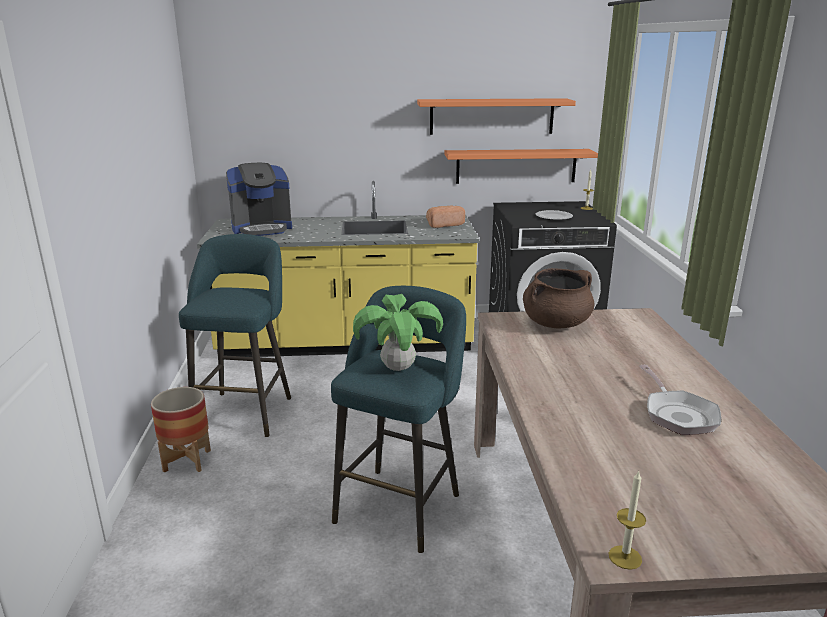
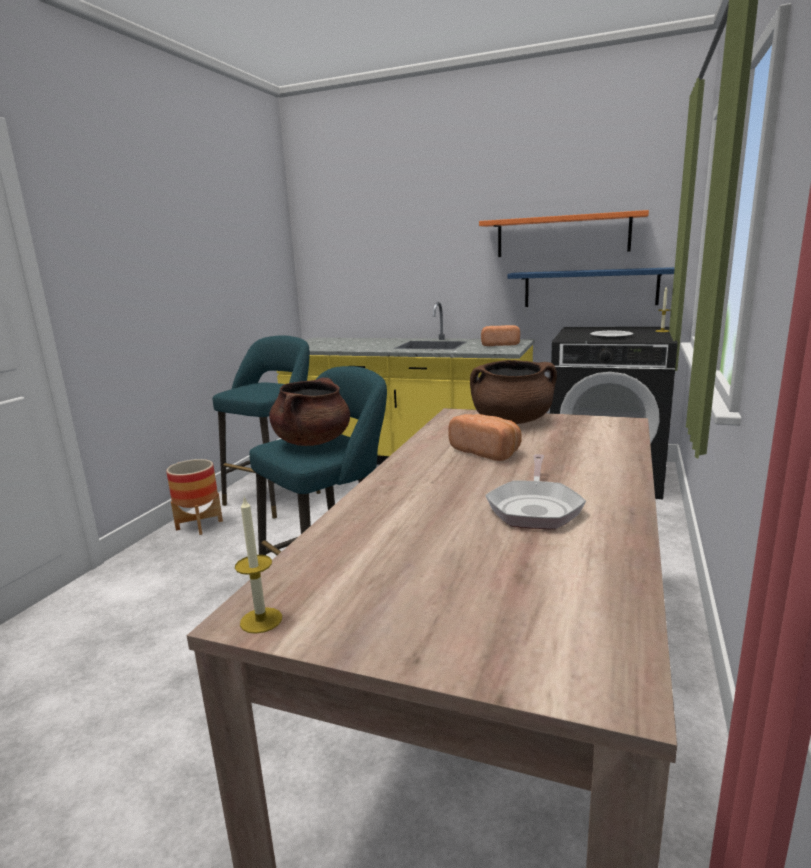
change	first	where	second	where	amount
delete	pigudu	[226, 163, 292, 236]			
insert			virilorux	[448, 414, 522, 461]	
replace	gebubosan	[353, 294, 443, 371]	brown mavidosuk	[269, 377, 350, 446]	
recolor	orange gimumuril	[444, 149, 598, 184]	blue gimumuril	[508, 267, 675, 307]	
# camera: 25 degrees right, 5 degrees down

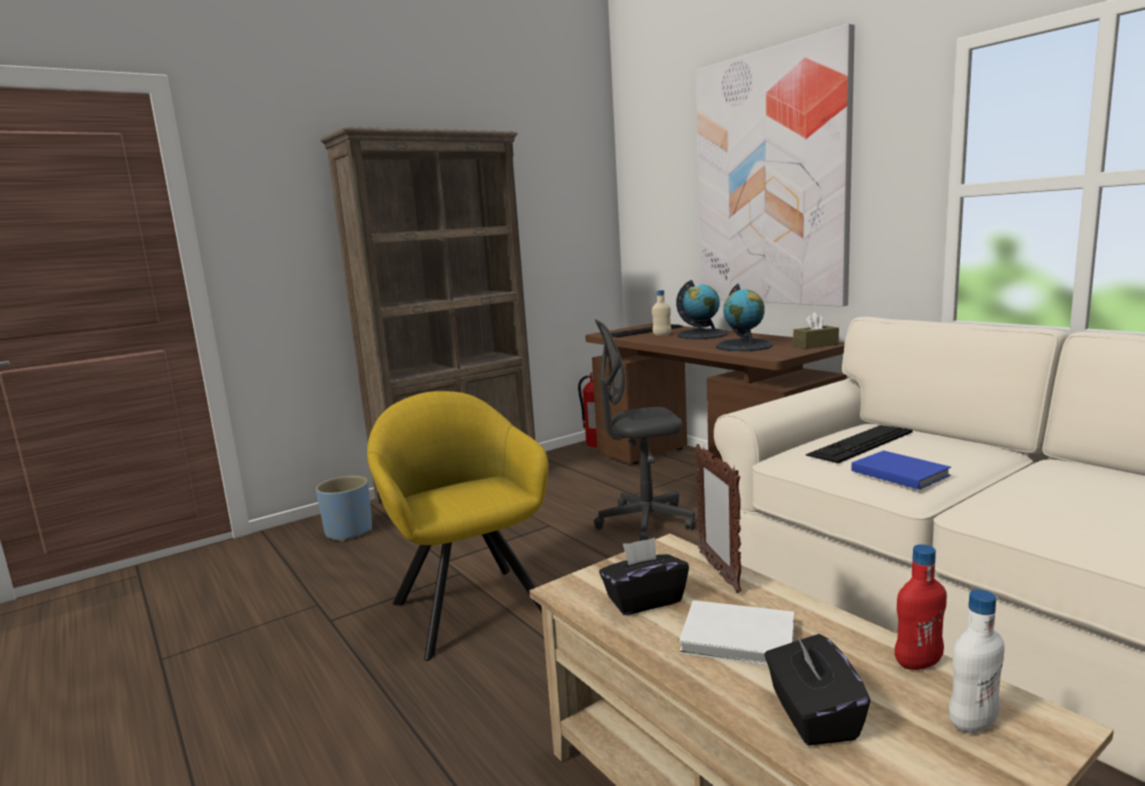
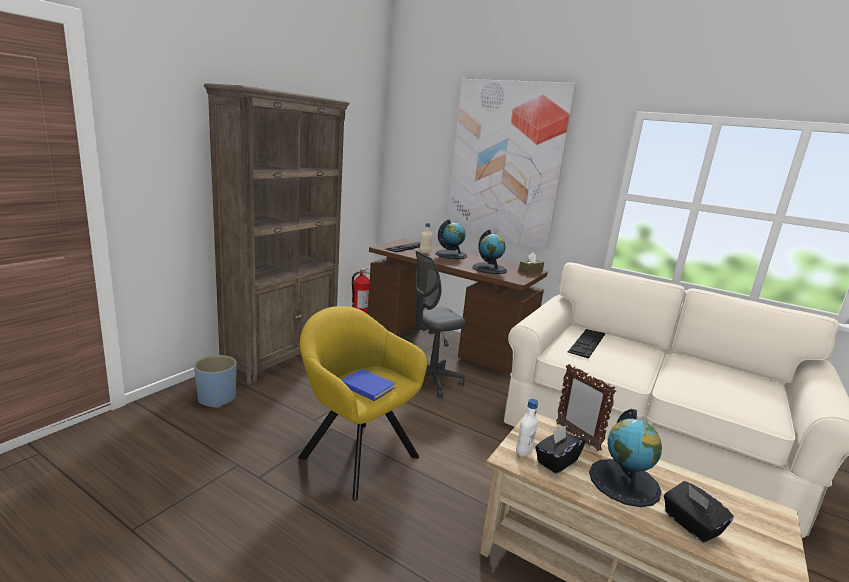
change	first	where	second	where	amount
delete	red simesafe	[895, 544, 947, 670]			
move	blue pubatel	[851, 450, 951, 490]		[341, 369, 396, 401]	
move	white simesafe	[949, 589, 1004, 733]		[516, 399, 538, 457]	
replace	white pubatel	[679, 600, 794, 666]	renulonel	[589, 409, 662, 507]	
# camera: 25 degrees left, 5 degrees up

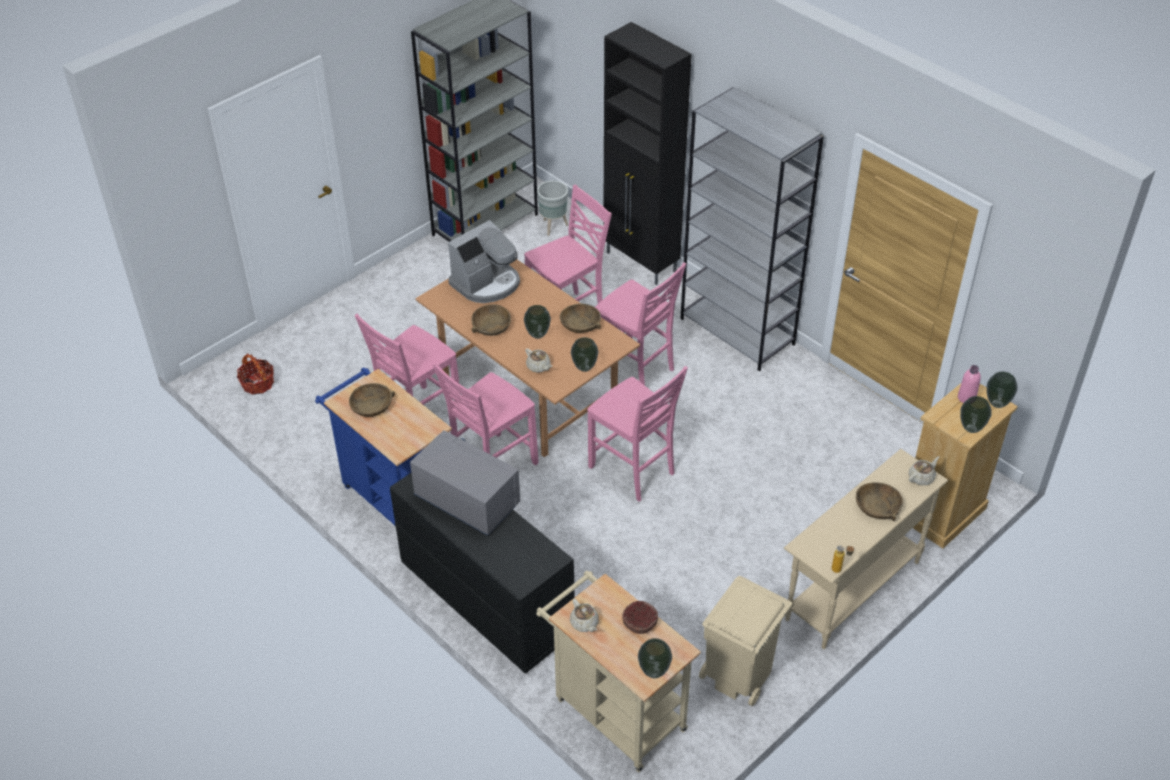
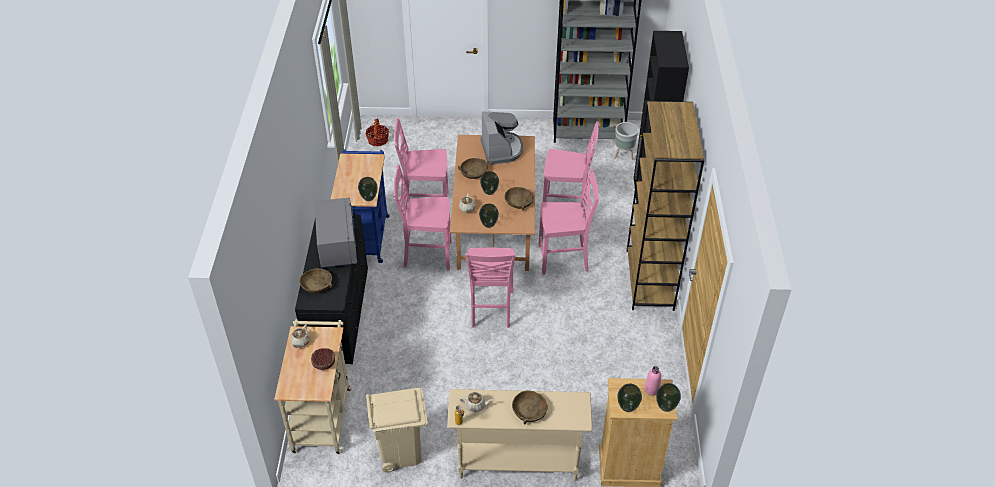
change	first	where	second	where	amount
move	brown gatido	[349, 383, 395, 417]		[299, 268, 333, 293]	
move	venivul	[638, 638, 672, 678]		[358, 177, 378, 201]	
move	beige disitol	[909, 456, 939, 485]		[460, 392, 493, 412]	
recolor	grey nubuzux	[680, 87, 824, 371]	brown nubuzux	[627, 101, 704, 311]	
rotate	pigudu	[448, 220, 520, 303]		[480, 111, 523, 165]	105 degrees counterclockwise
rotate	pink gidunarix	[595, 262, 686, 385]		[538, 168, 599, 275]	90 degrees counterclockwise
# camera: 45 degrees right, 0 degrees up

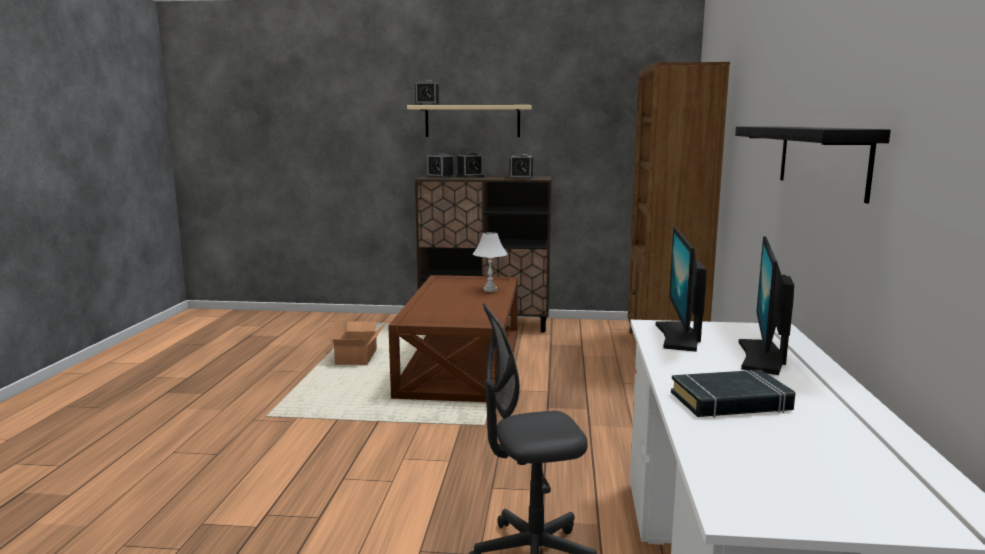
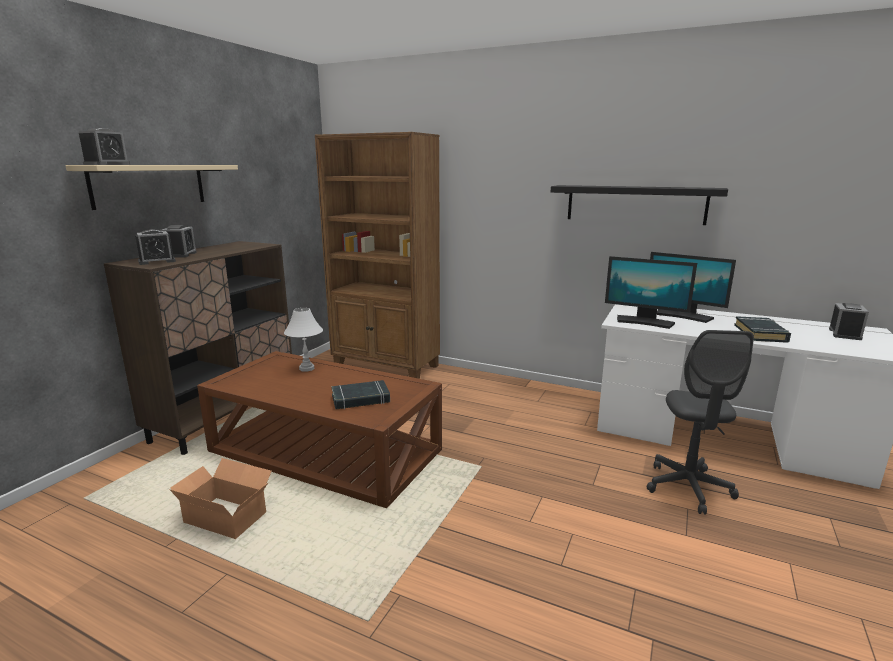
change	first	where	second	where	amount
insert			black pubatel	[331, 380, 390, 409]	
move	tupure	[508, 153, 534, 179]		[829, 303, 869, 340]	
# camera: 70 degrees left, 5 degrees up

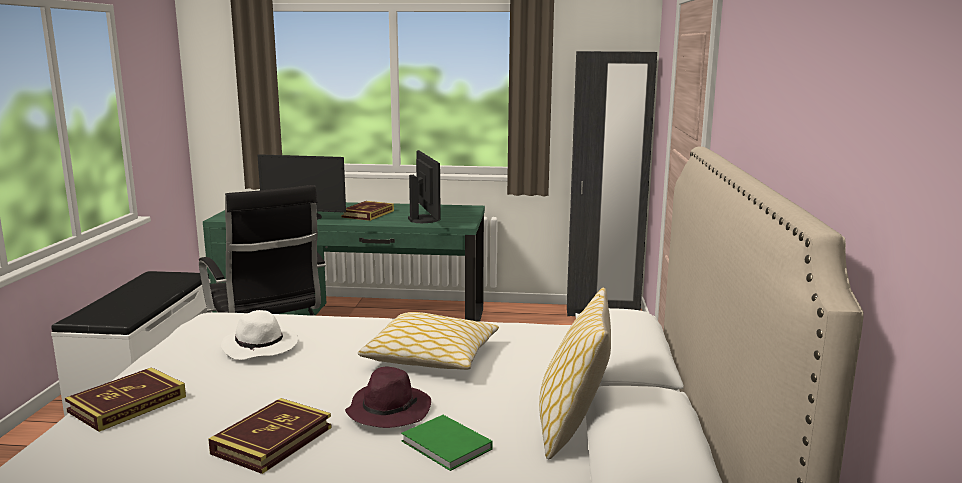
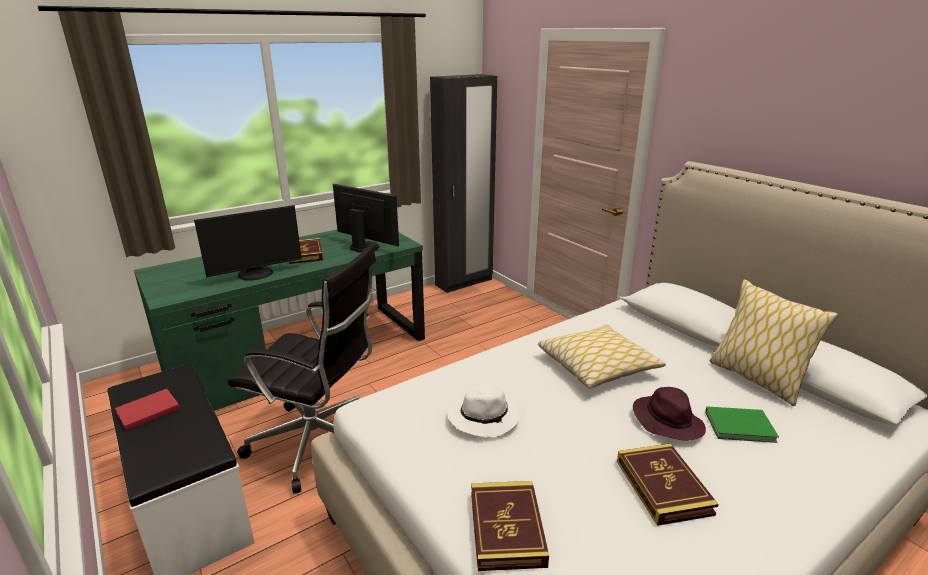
change	first	where	second	where	amount
insert			red pubatel	[115, 389, 180, 431]	
# camera: 40 degrees left, 10 degrees up

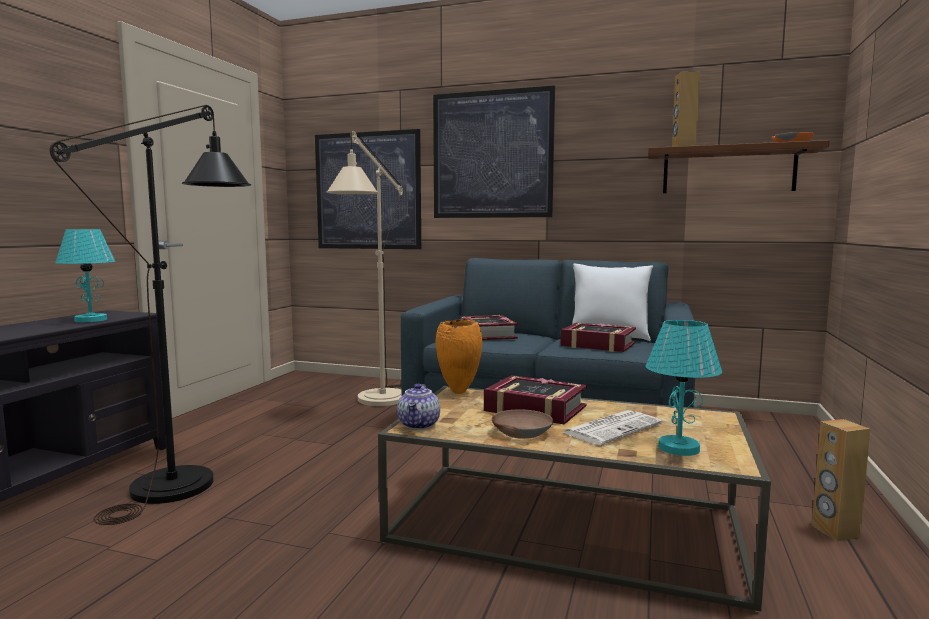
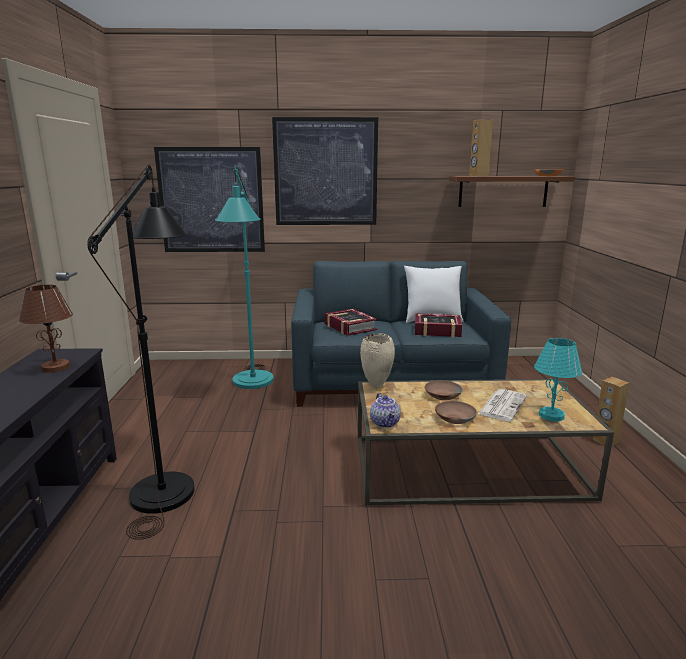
change	first	where	second	where	amount
replace	pubatel	[484, 375, 587, 425]	brown gatido	[425, 380, 463, 400]	
recolor	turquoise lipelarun	[55, 229, 115, 322]	brown lipelarun	[19, 284, 73, 373]	
recolor	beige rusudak	[326, 130, 403, 406]	turquoise rusudak	[215, 165, 274, 389]	
recolor	orange venivul	[436, 320, 483, 394]	beige venivul	[360, 334, 395, 388]	
# camera: 20 degrees left, 10 degrees up

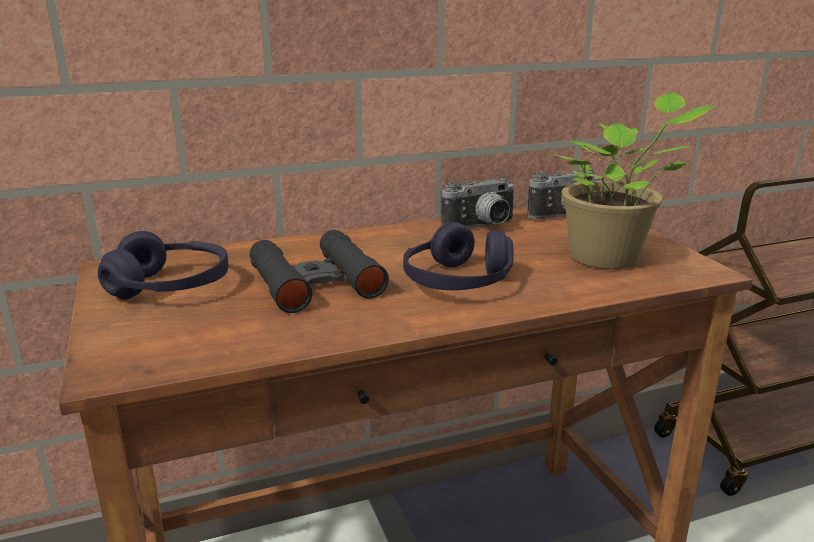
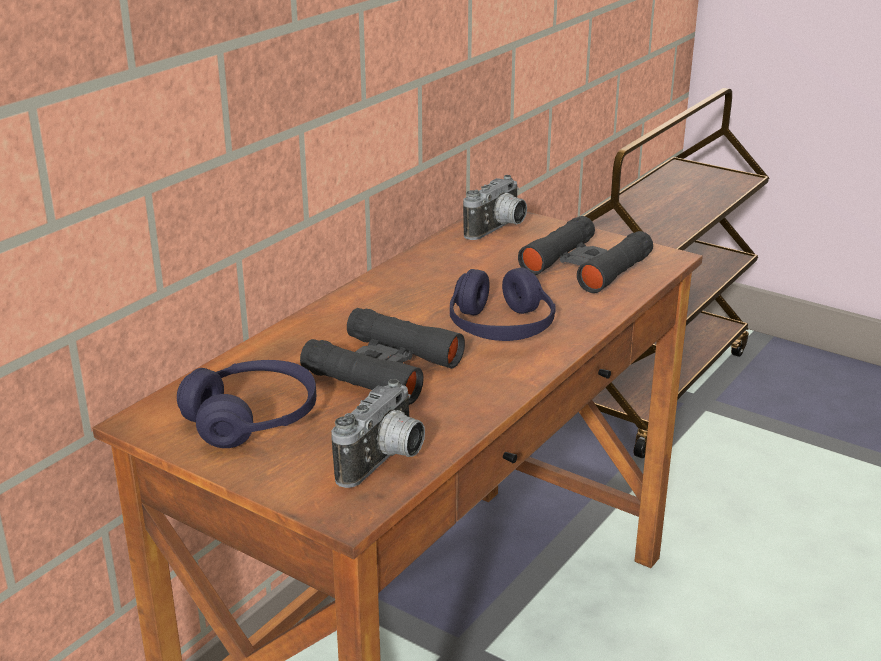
change	first	where	second	where	amount
move	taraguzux	[441, 177, 516, 229]		[331, 379, 425, 488]	
replace	gebubosan	[543, 92, 717, 269]	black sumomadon	[518, 216, 653, 293]	
# camera: 35 degrees left, 5 degrees up

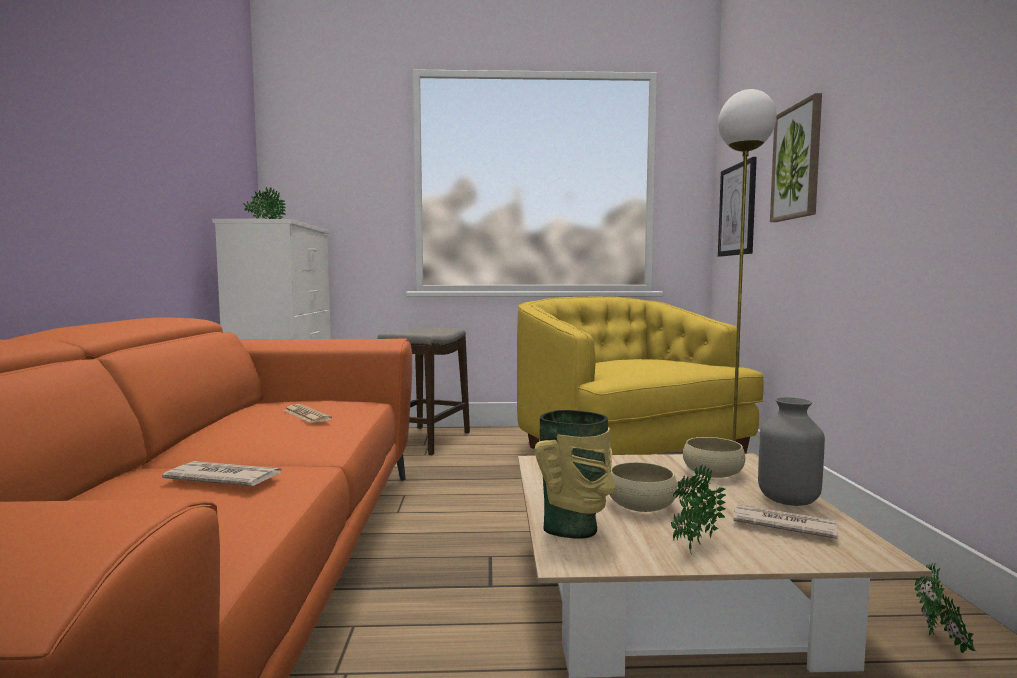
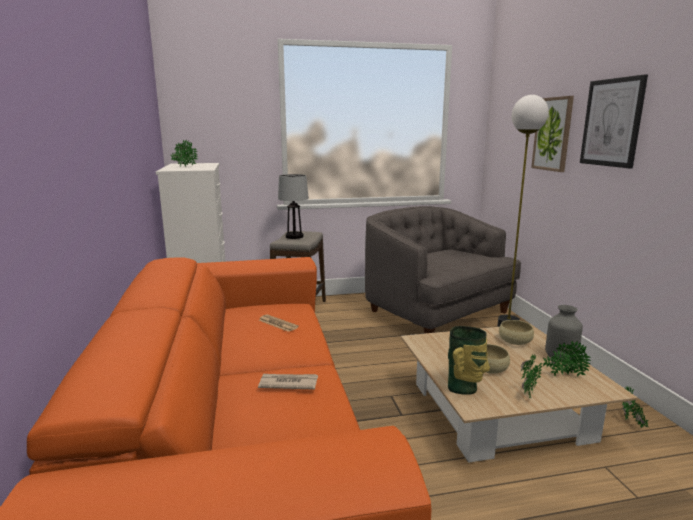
change	first	where	second	where	amount
insert			lipelarun	[278, 174, 309, 239]	
move	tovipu	[718, 157, 757, 257]		[580, 74, 648, 168]	
replace	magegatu	[733, 504, 837, 539]	gebubosan	[543, 341, 591, 377]	
recolor	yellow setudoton	[517, 296, 764, 455]	grey setudoton	[365, 206, 521, 334]	
# camera: 10 degrees left, 10 degrees up

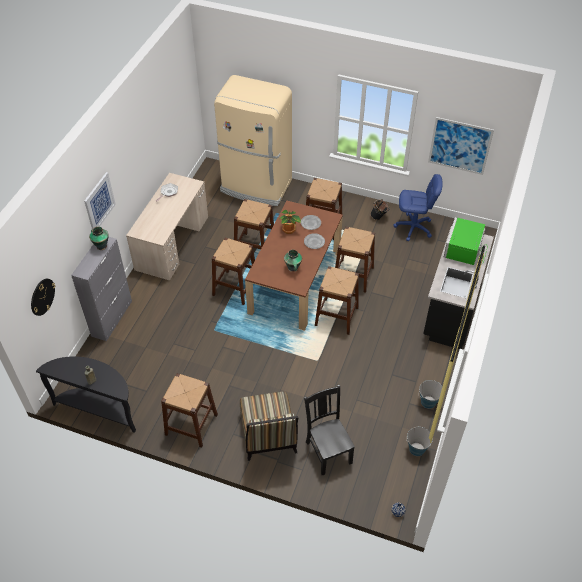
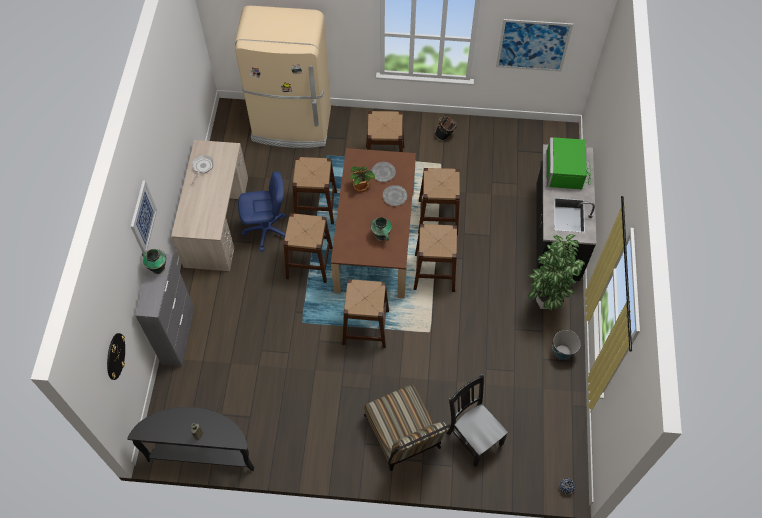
change	first	where	second	where	amount
delete	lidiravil	[406, 427, 433, 456]			
insert			gebubosan	[528, 234, 585, 310]	
move	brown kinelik	[161, 373, 218, 448]		[342, 279, 389, 348]	
move	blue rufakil	[394, 174, 443, 241]		[238, 171, 286, 252]	
# camera: 15 degrees left, 10 degrees up

